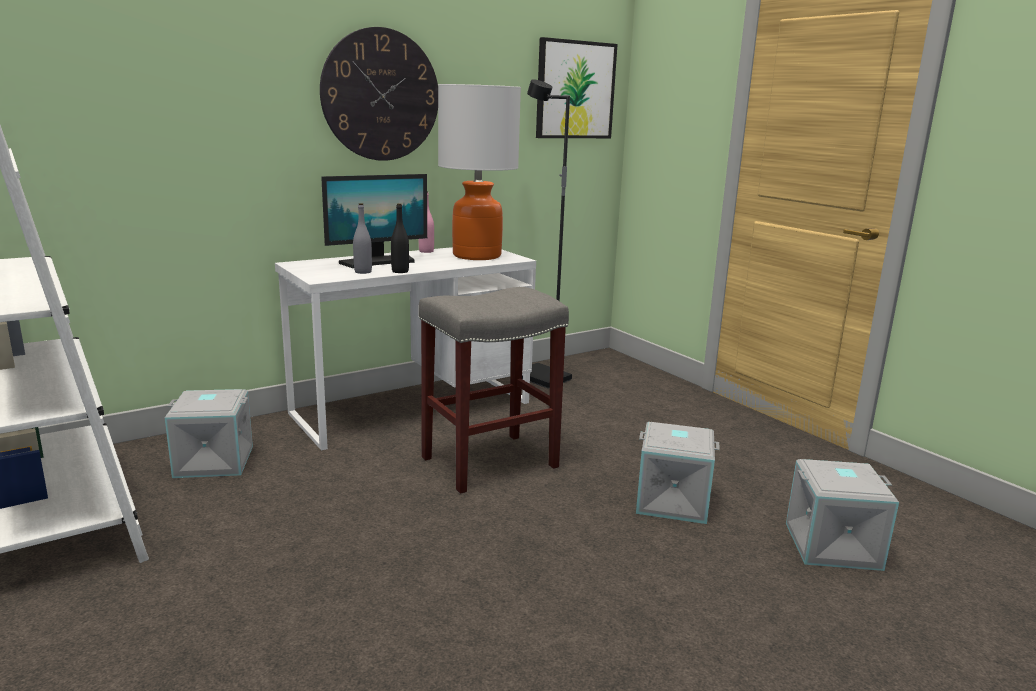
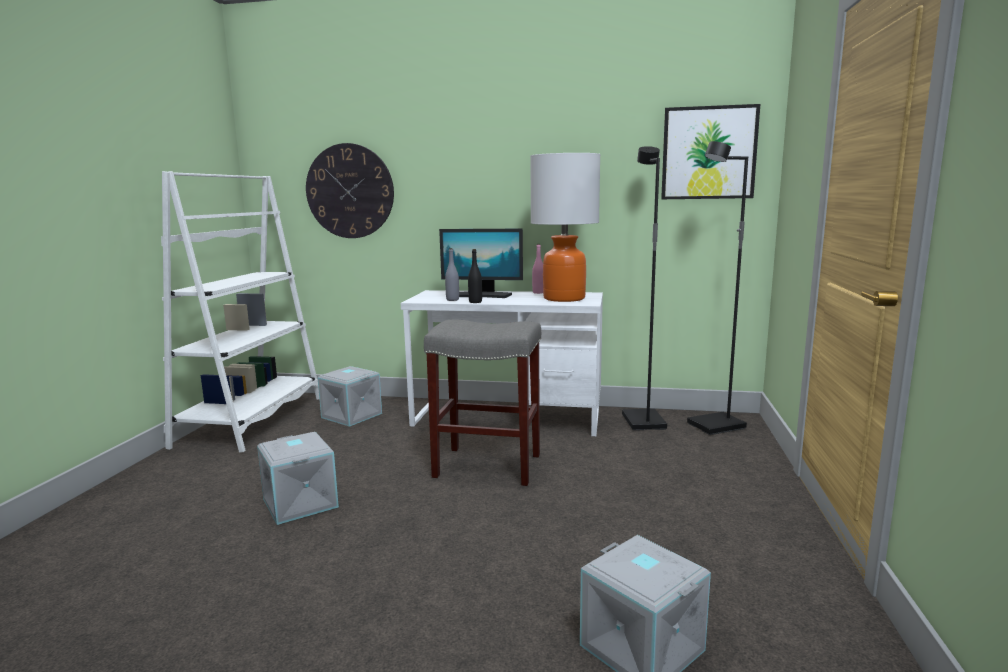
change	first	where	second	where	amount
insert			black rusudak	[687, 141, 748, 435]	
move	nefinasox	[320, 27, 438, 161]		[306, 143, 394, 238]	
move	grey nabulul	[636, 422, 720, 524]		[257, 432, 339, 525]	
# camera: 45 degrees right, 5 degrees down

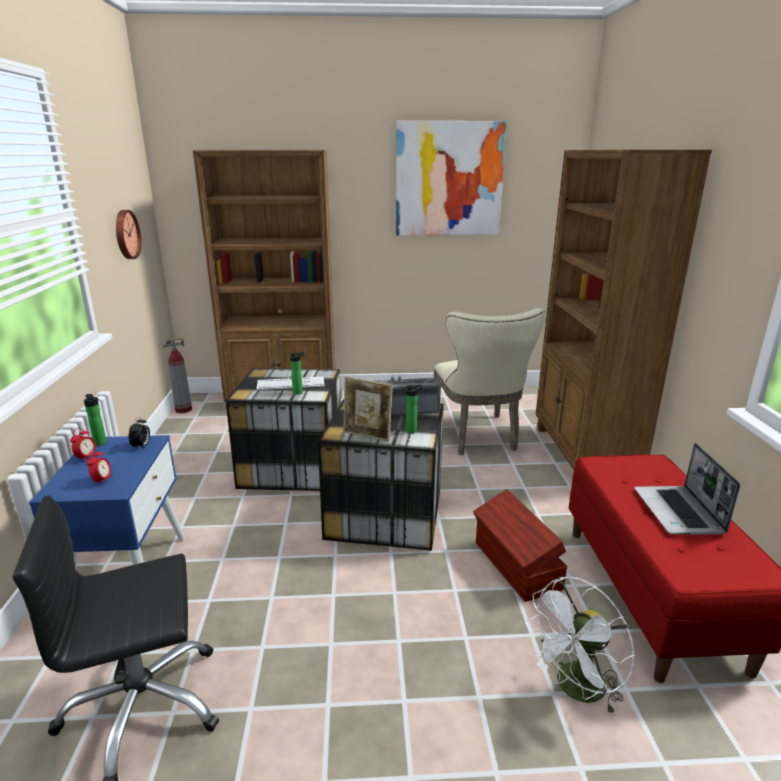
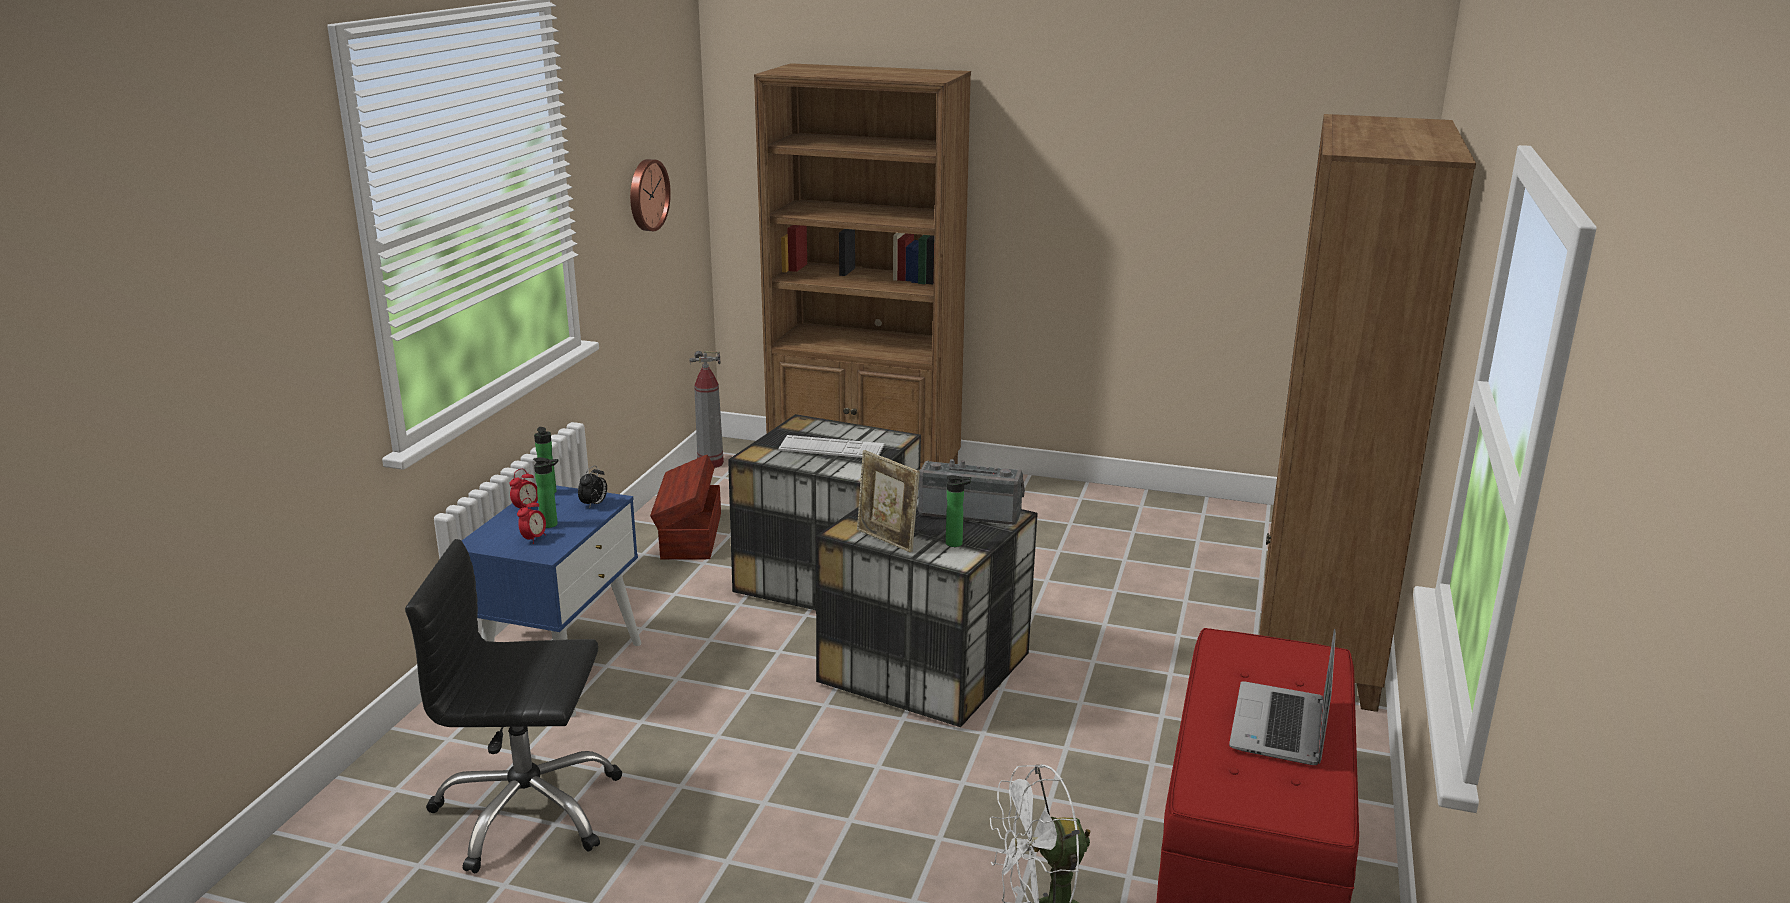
change	first	where	second	where	amount
delete	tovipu	[396, 121, 507, 236]			
delete	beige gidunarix	[434, 308, 545, 455]			
move	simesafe	[290, 352, 304, 395]		[533, 457, 558, 528]	
move	brown nabulul	[473, 489, 567, 602]		[650, 455, 721, 560]	
# camera: 20 degrees right, 0 degrees up

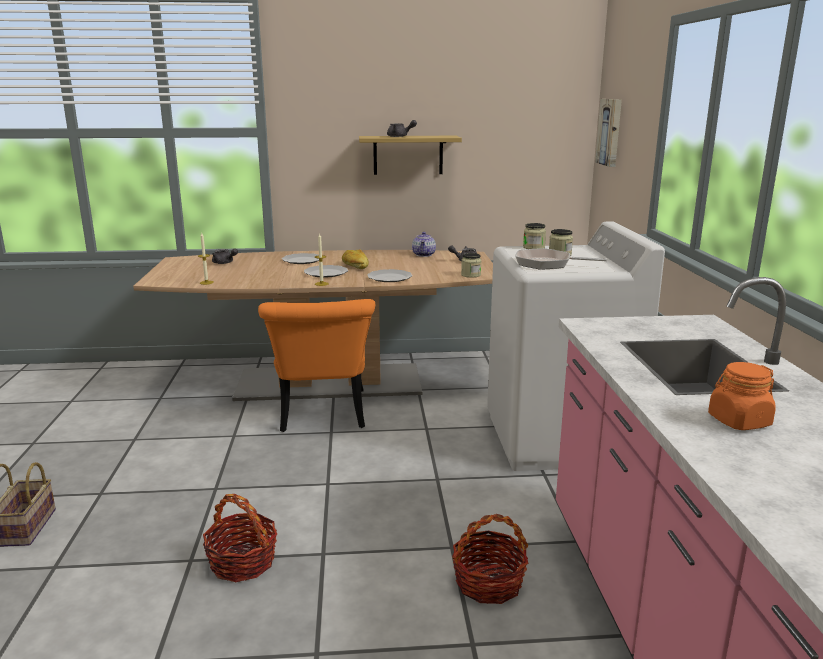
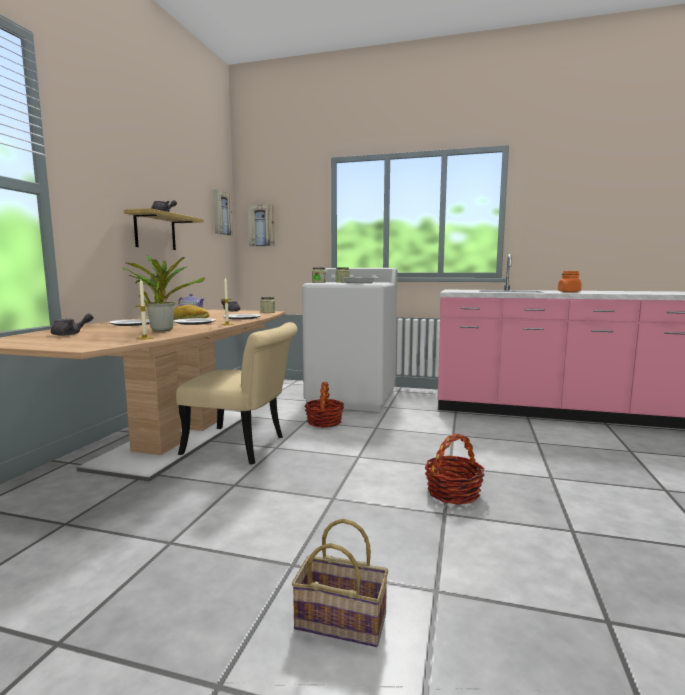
change	first	where	second	where	amount
insert			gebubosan	[122, 255, 205, 332]	
insert			tovipu	[213, 189, 233, 236]	
move	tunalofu	[452, 514, 528, 604]		[304, 382, 344, 428]	
recolor	orange gidunarix	[258, 299, 375, 432]	beige gidunarix	[176, 322, 297, 465]	
# camera: 70 degrees left, 10 degrees down

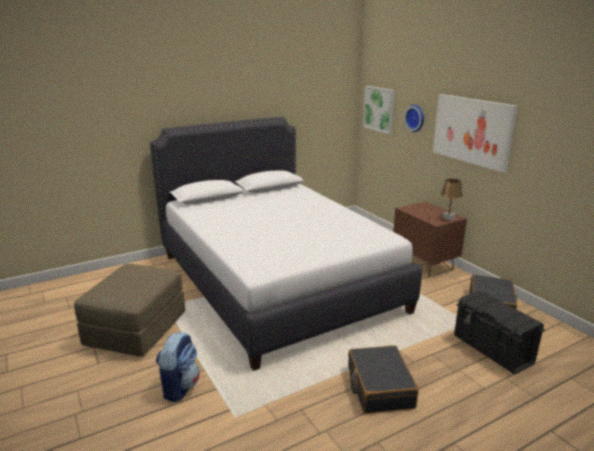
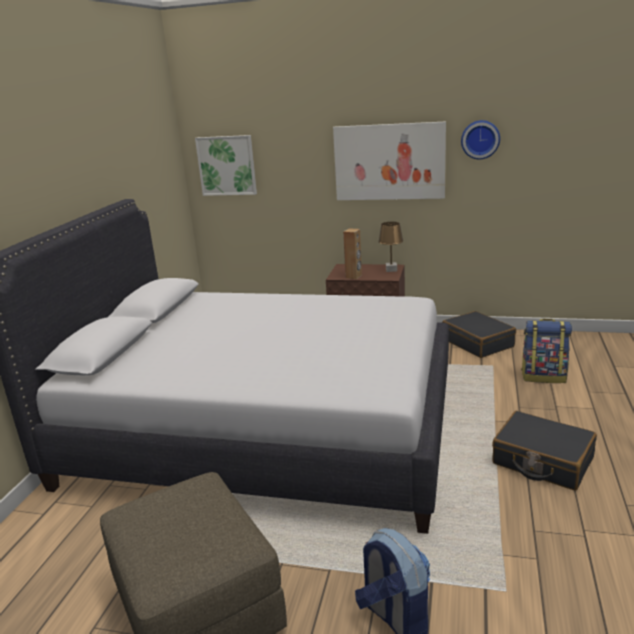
change	first	where	second	where	amount
insert			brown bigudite	[343, 228, 362, 279]	
move	nefinasox	[404, 105, 424, 132]		[461, 120, 500, 159]	
replace	black nabulul	[454, 290, 545, 375]	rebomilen	[521, 319, 572, 383]	
# camera: 45 degrees left, 0 degrees up

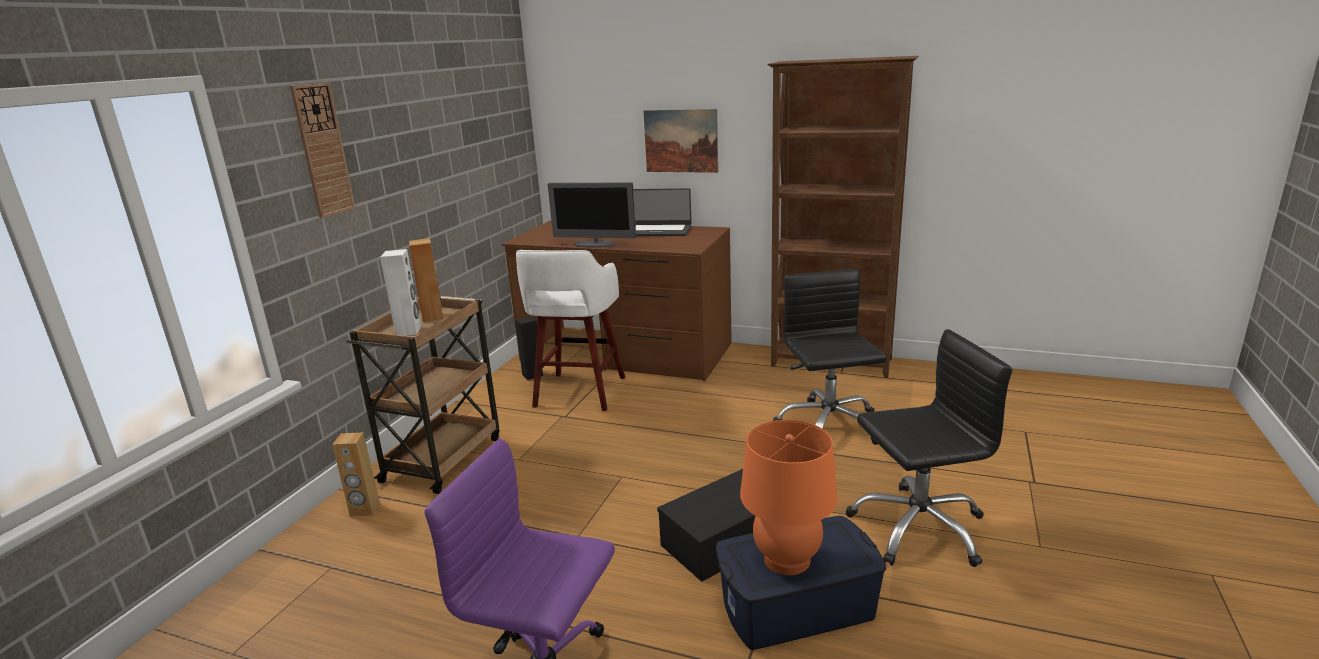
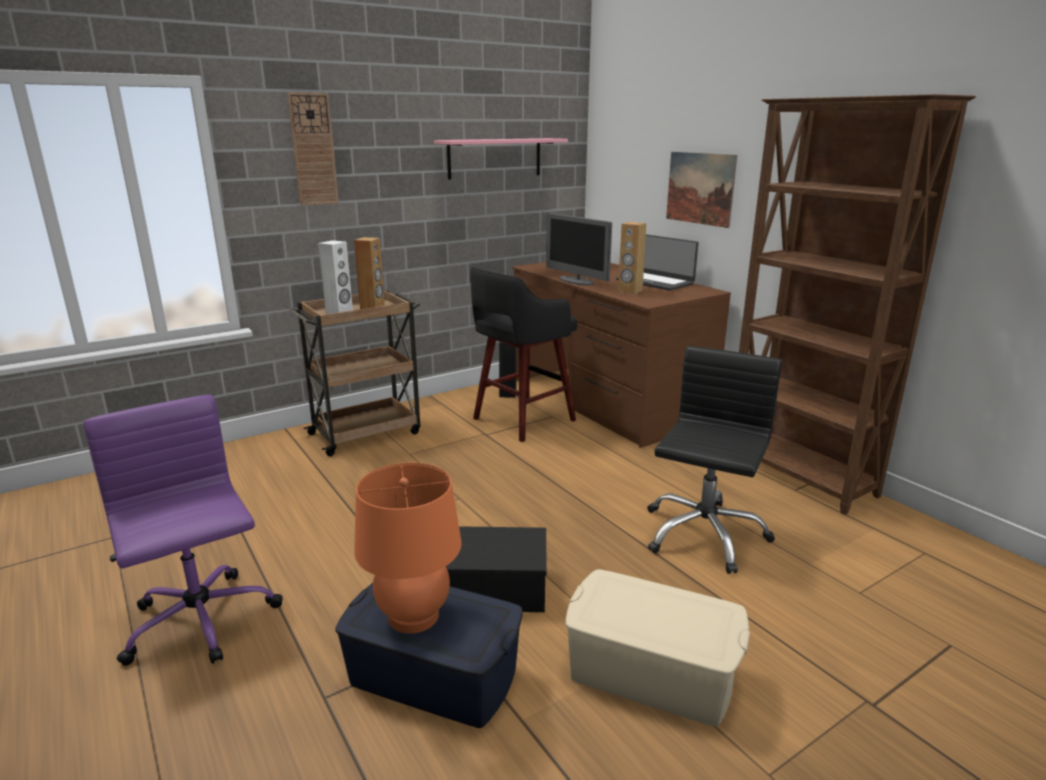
change	first	where	second	where	amount
insert			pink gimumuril	[434, 138, 568, 180]	
move	brown bigudite	[332, 432, 380, 517]		[618, 222, 646, 294]	
replace	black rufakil	[845, 329, 1012, 567]	beige nabulul	[565, 569, 750, 726]	
recolor	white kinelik	[516, 250, 625, 411]	black kinelik	[470, 267, 577, 442]	
# camera: 35 degrees right, 0 degrees up

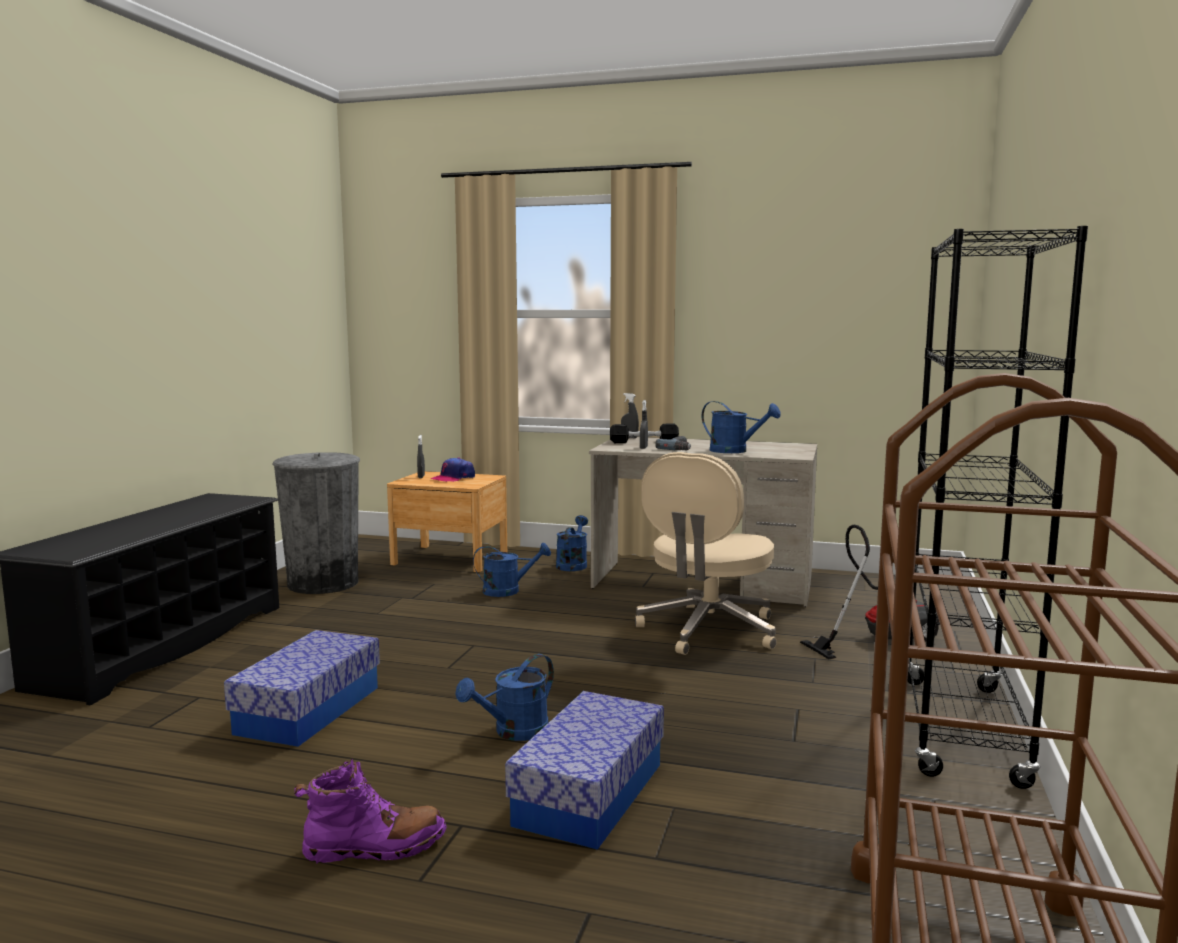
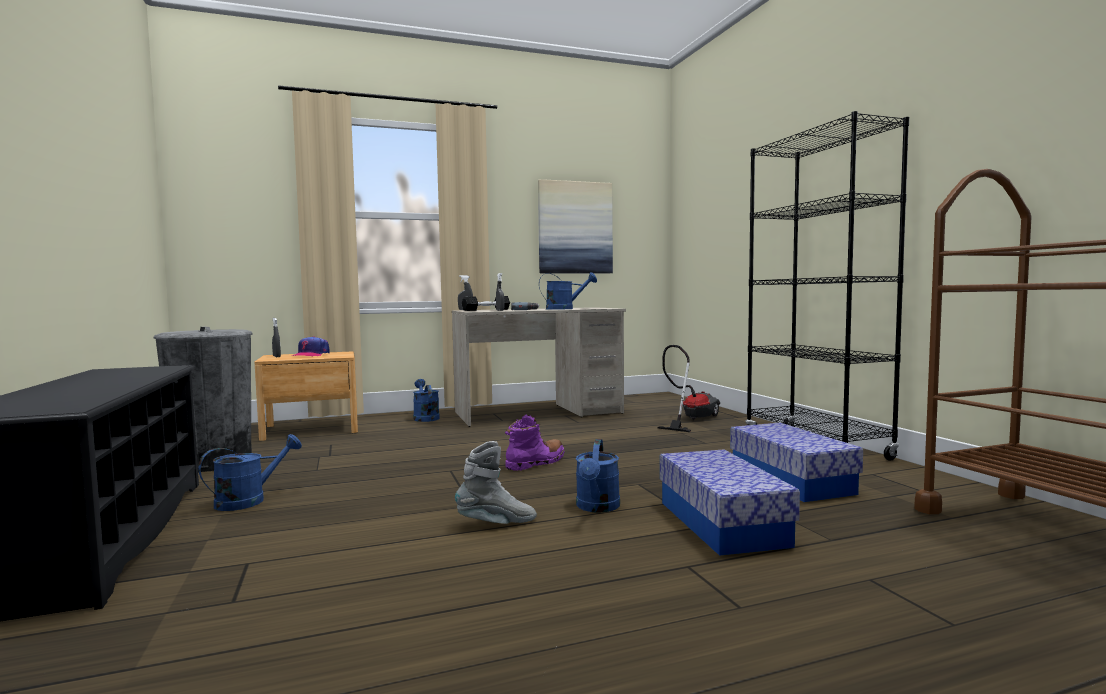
change	first	where	second	where	amount
delete	beige rufakil	[635, 452, 777, 655]			
insert			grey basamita	[455, 441, 537, 524]	
insert			tovipu	[538, 179, 613, 274]	
move	nabulul	[224, 630, 380, 747]		[730, 423, 863, 502]	
move	purple basamita	[294, 758, 447, 864]		[505, 415, 565, 471]	
move	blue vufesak	[473, 543, 551, 597]		[199, 434, 302, 511]	
# camera: 35 degrees left, 5 degrees down

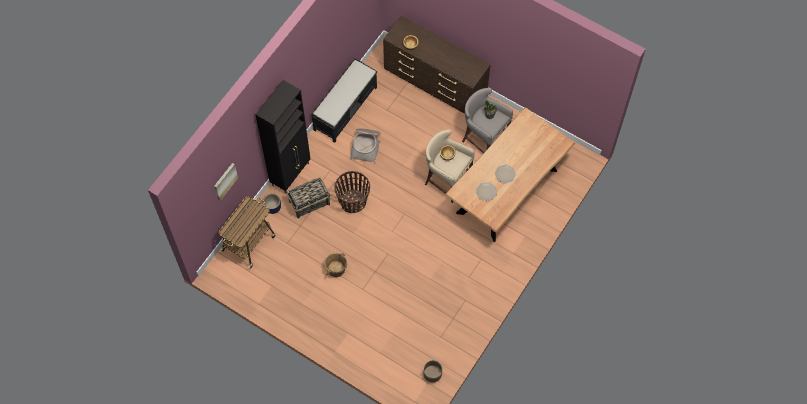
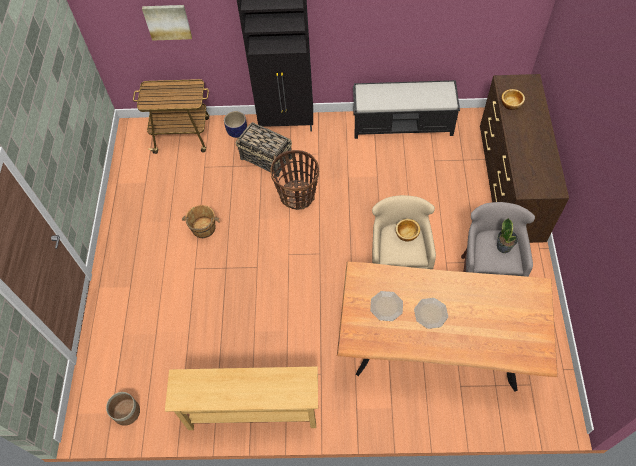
change	first	where	second	where	amount
delete	tunalofu	[350, 128, 381, 164]			
insert			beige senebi	[165, 366, 318, 430]	
# camera: 60 degrees right, 5 degrees down

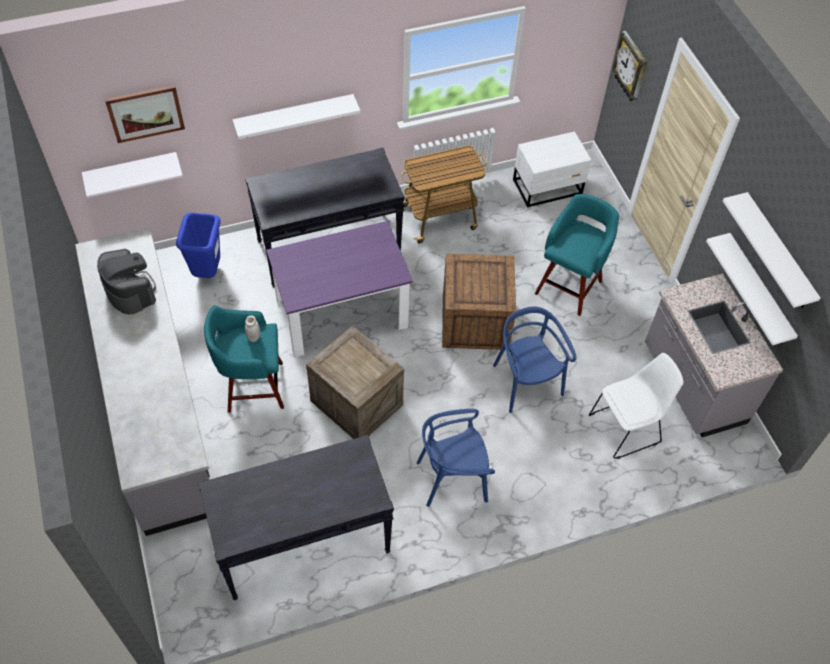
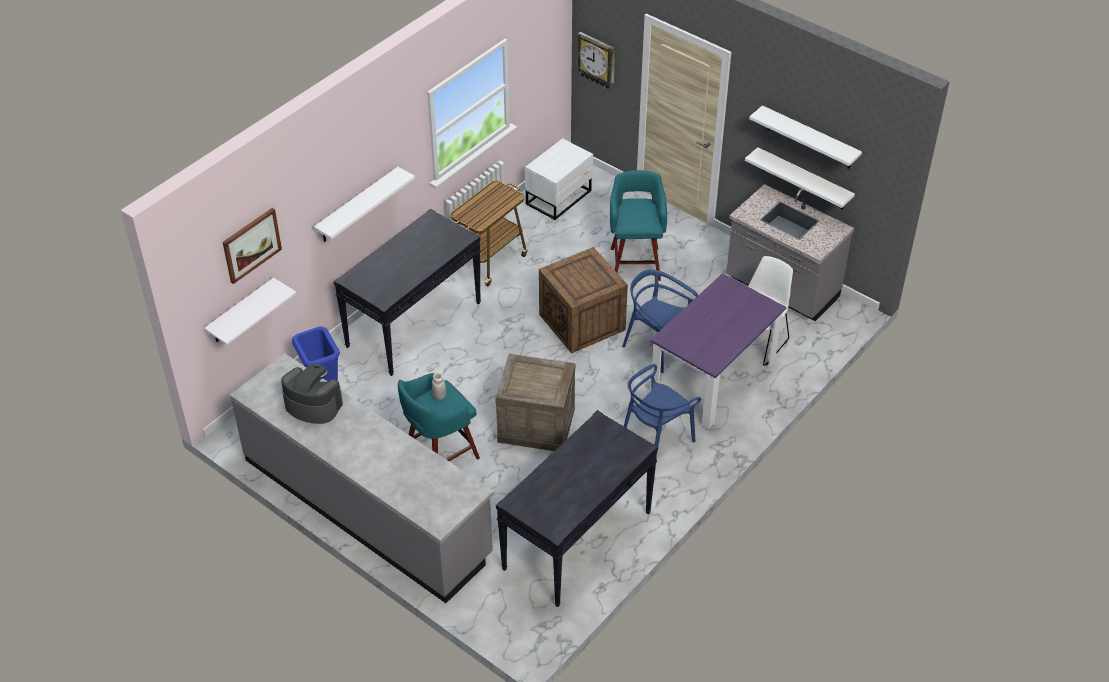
change	first	where	second	where	amount
move	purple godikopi	[266, 221, 413, 357]		[650, 273, 786, 429]	
# camera: 30 degrees left, 10 degrees down

